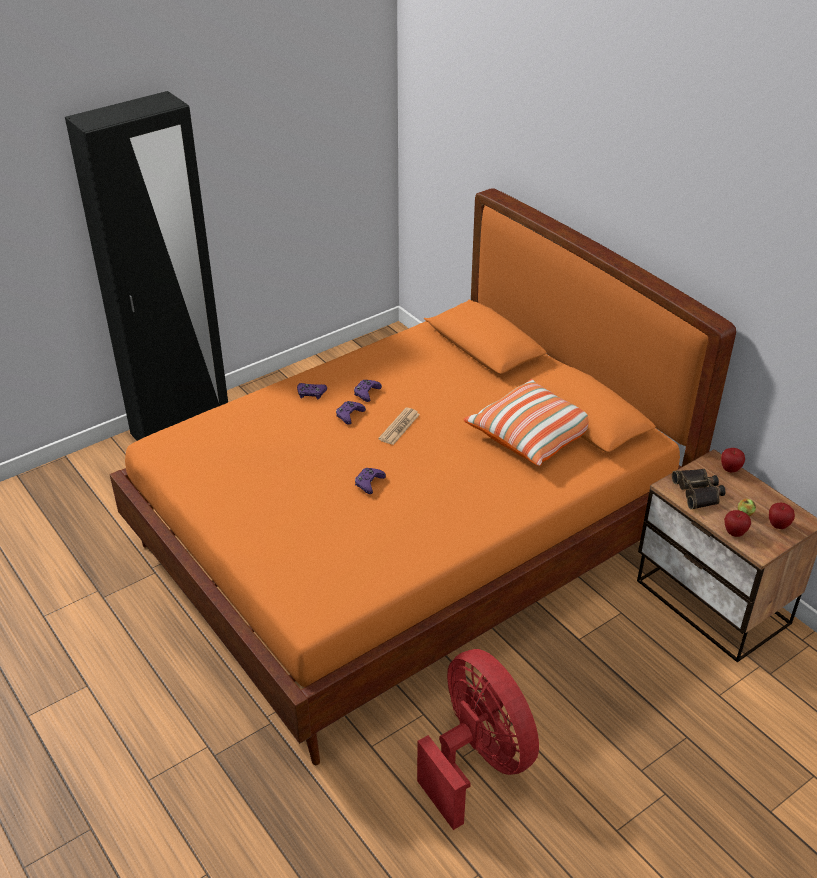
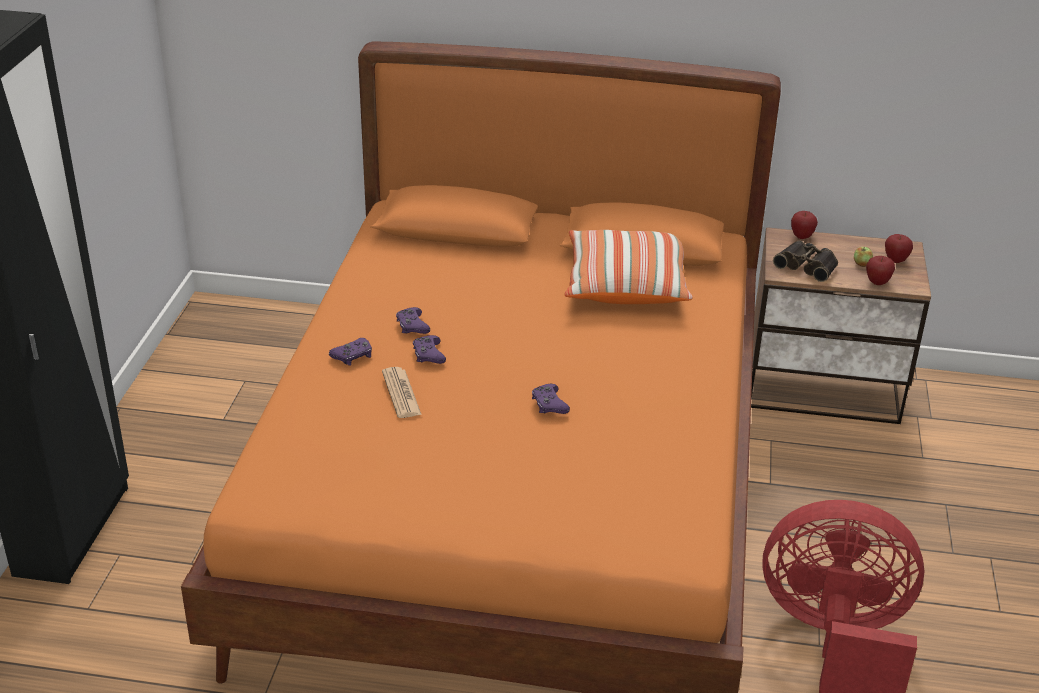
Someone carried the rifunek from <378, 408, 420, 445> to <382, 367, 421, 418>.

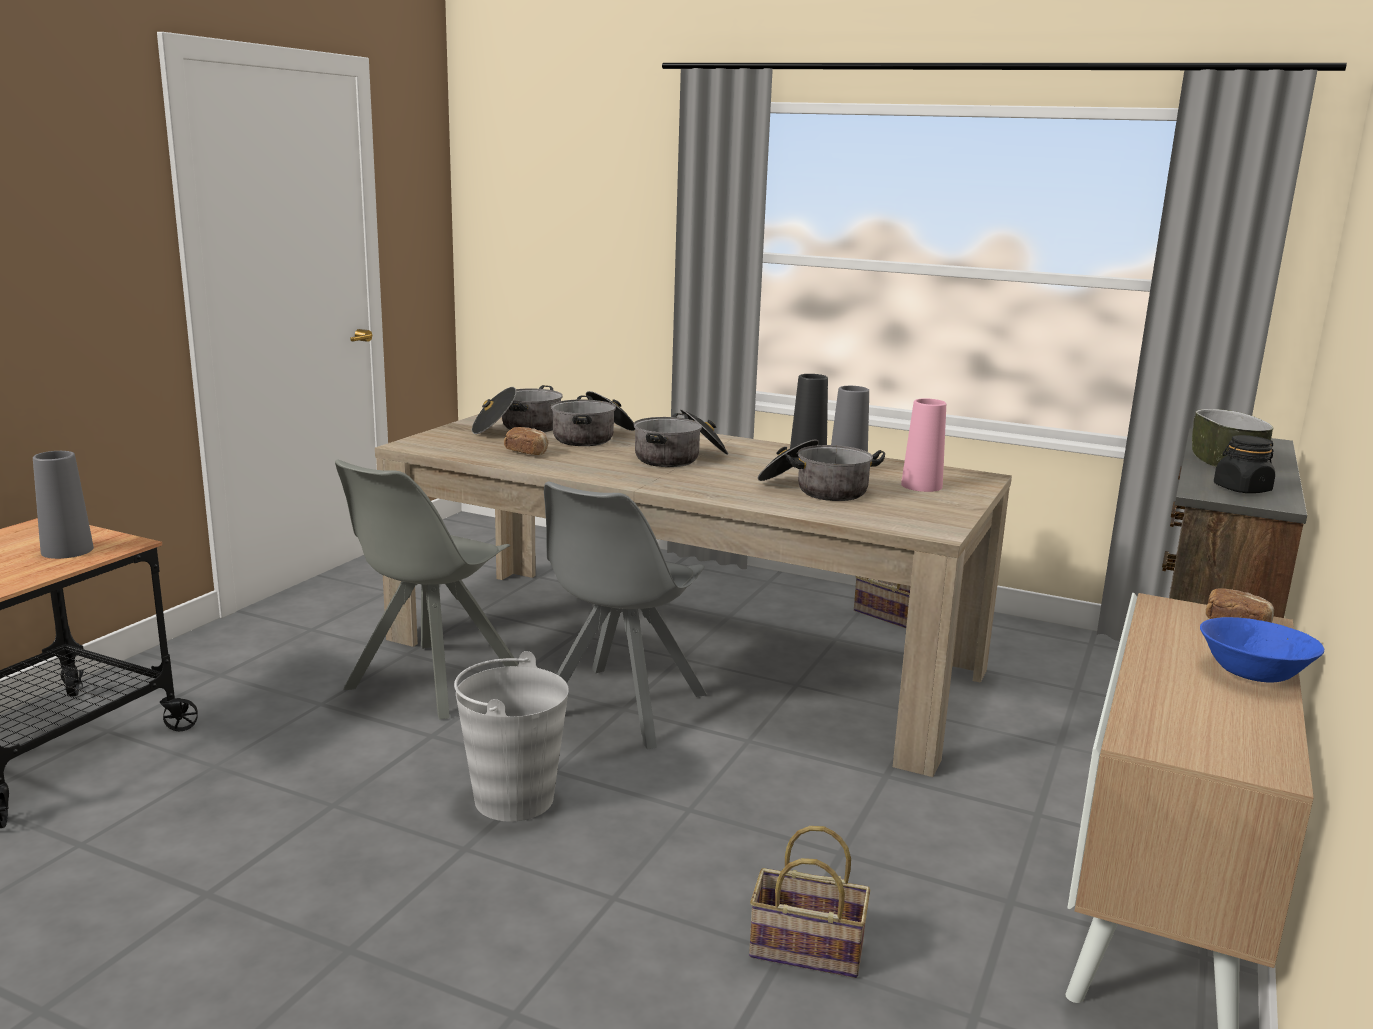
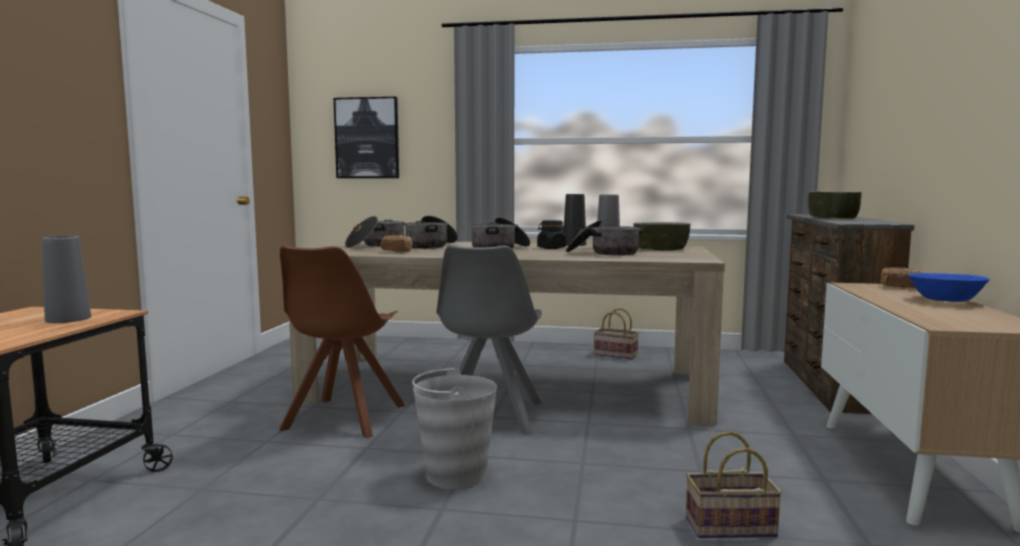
Someone swapped the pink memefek at <901, 398, 946, 492> for the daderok at <633, 222, 690, 251>.
Someone carried the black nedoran from <1214, 435, 1275, 493> to <537, 220, 566, 249>.
Someone repainted the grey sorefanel at <335, 459, 518, 720>, which became the brown sorefanel at <279, 245, 405, 438>.
Someone put up the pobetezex at <334, 97, 399, 178>.

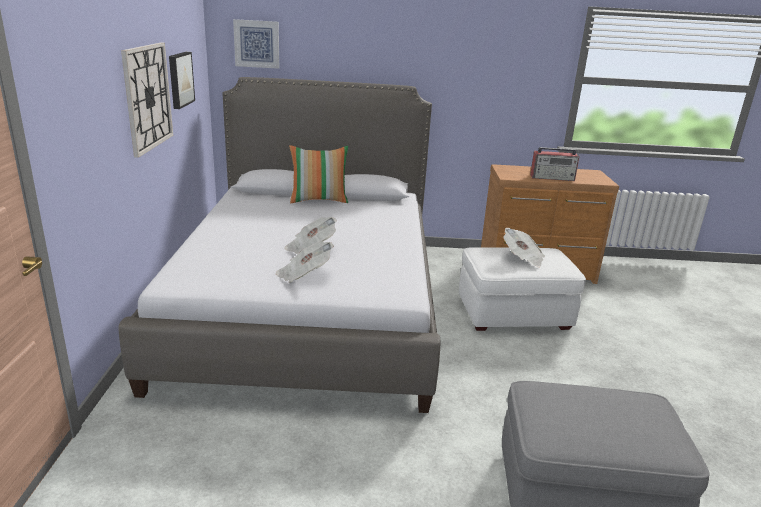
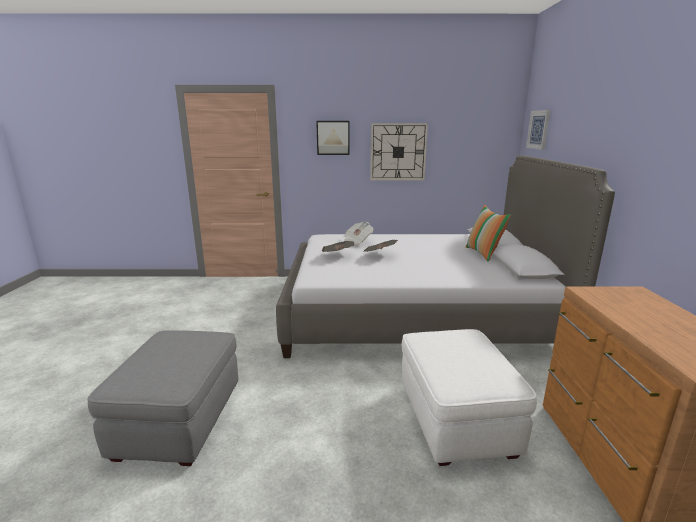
Someone carried the pobetezex from <169, 52, 195, 109> to <316, 121, 350, 155>.
Someone took away the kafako at <530, 147, 580, 181>.
Someone carried the rifunek from <503, 228, 545, 267> to <343, 222, 374, 245>.

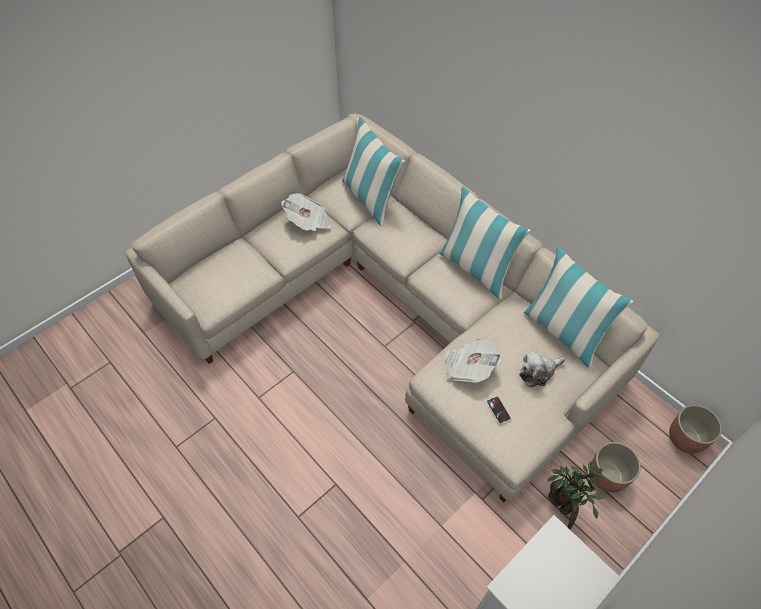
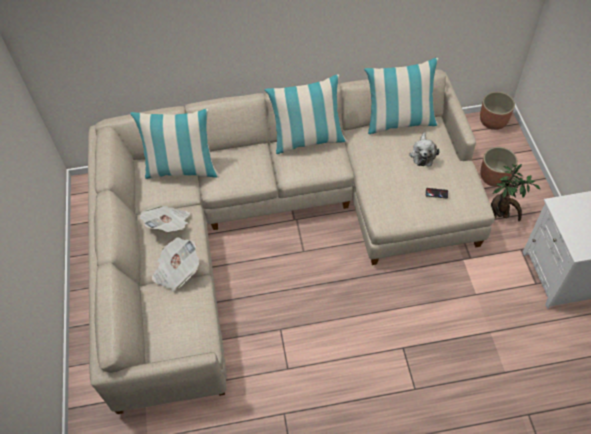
Someone carried the rifunek from <445, 339, 502, 383> to <152, 237, 199, 292>.

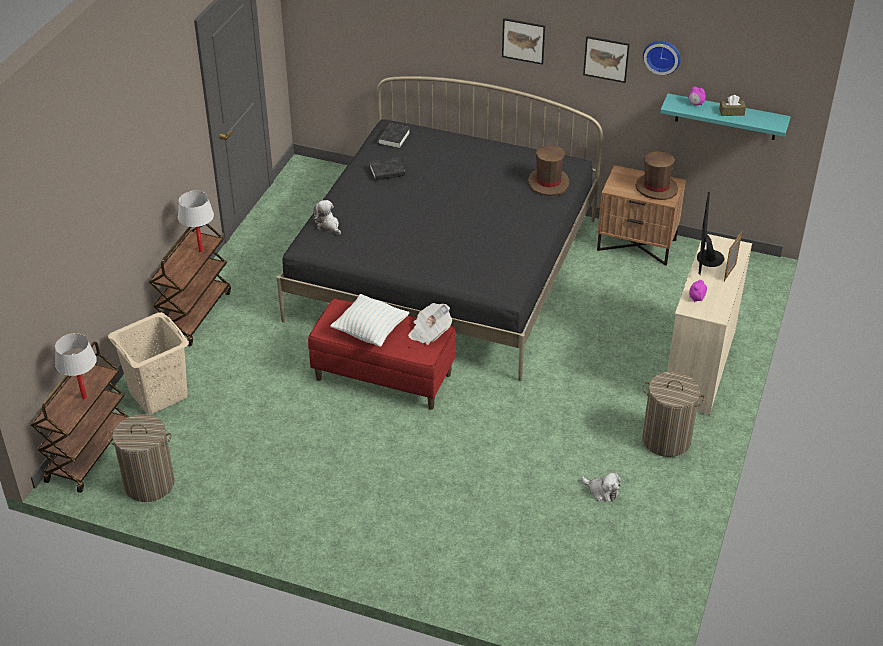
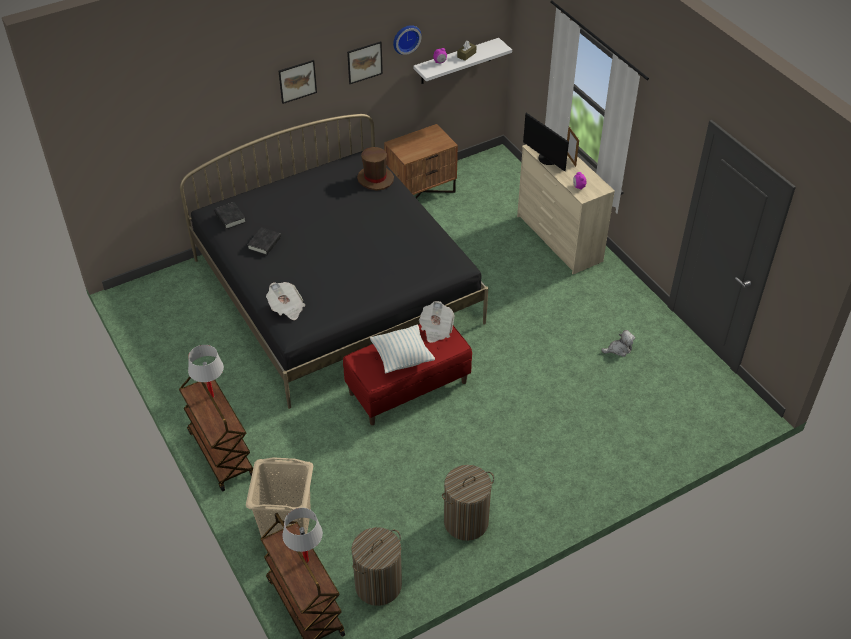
Someone repainted the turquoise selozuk at <660, 93, 791, 140>, which became the white selozuk at <413, 38, 512, 84>.
Someone took away the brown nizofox at <636, 151, 678, 200>.
Someone swapped the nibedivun at <313, 200, 341, 235> for the rifunek at <266, 282, 305, 320>.
Someone carried the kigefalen from <642, 372, 705, 457> to <442, 465, 494, 541>.

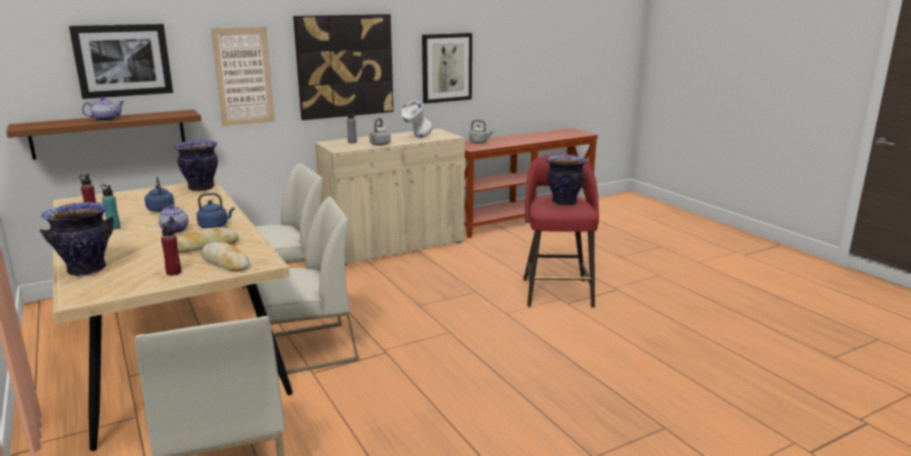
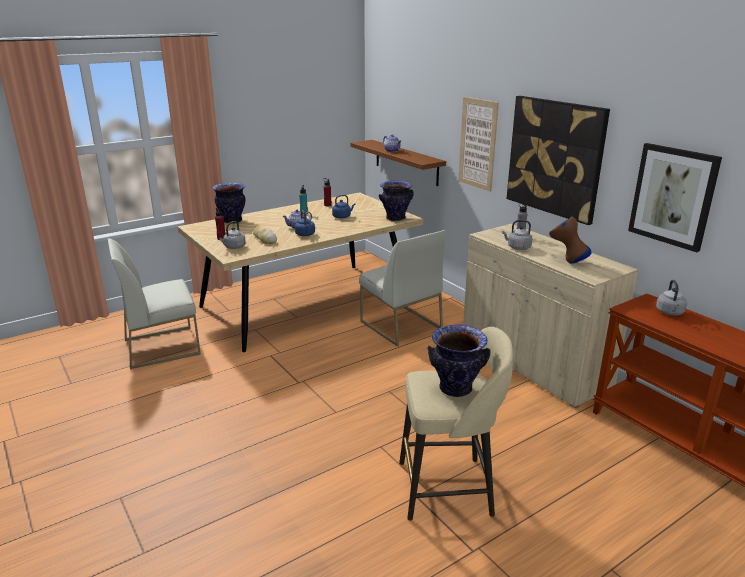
Someone took away the pobetezex at <69, 24, 173, 99>.
Someone repainted the white memefek at <401, 100, 432, 138>, which became the brown memefek at <549, 217, 592, 264>.
Someone repainted the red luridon at <523, 154, 599, 308>, which became the beige luridon at <399, 327, 513, 521>.
Someone took away the white sorefanel at <256, 196, 359, 376>.
Someone swapped the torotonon at <201, 241, 250, 272> for the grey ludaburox at <219, 221, 246, 249>.

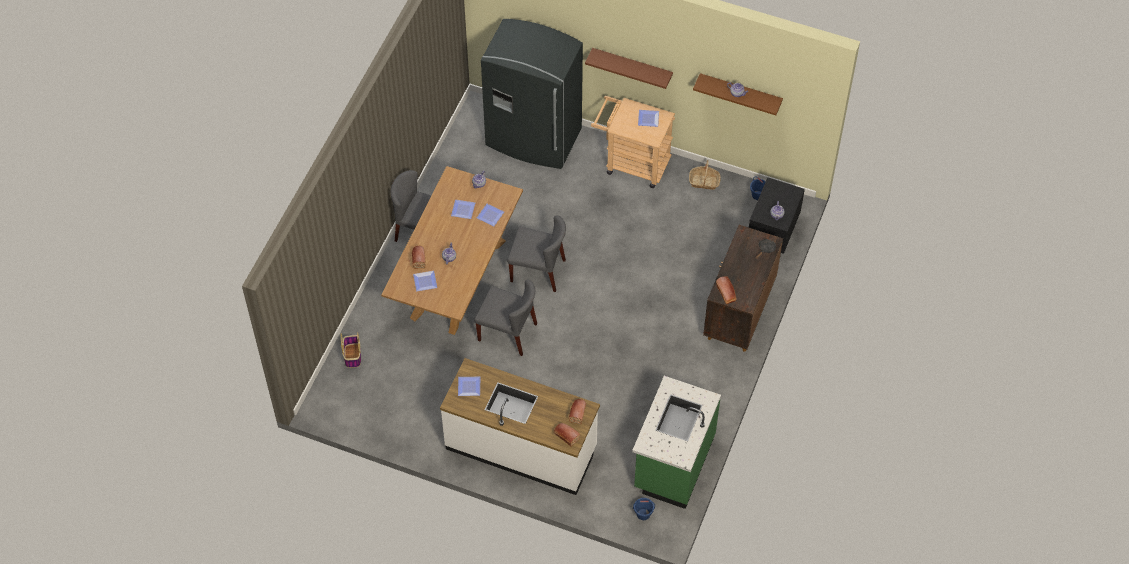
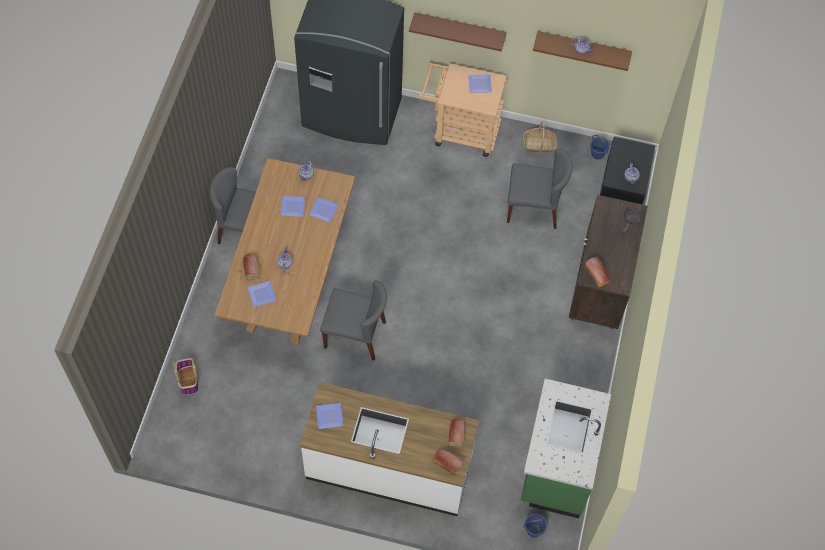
Someone carried the grey sorefanel from <507, 215, 566, 292> to <507, 149, 573, 229>.

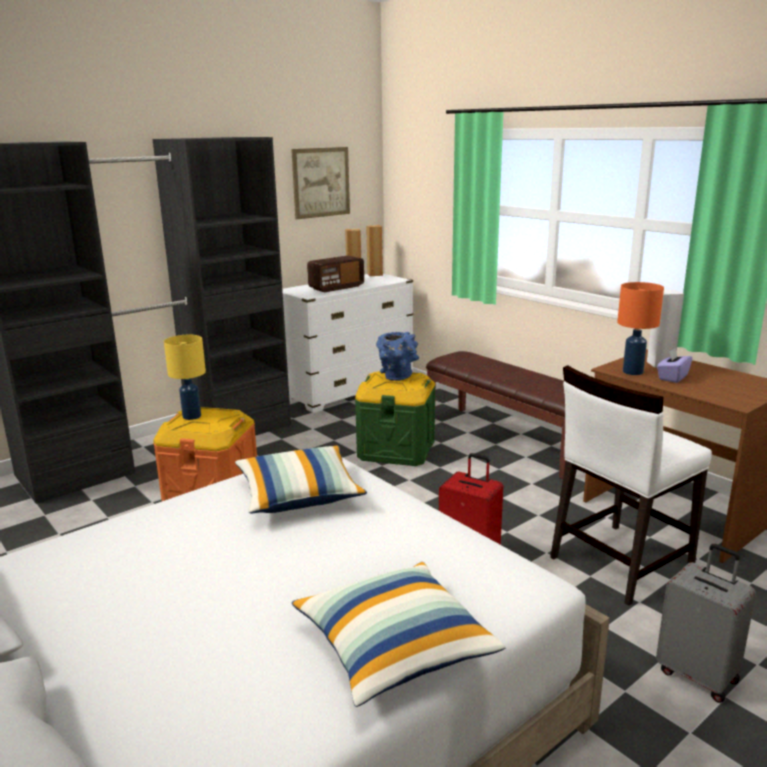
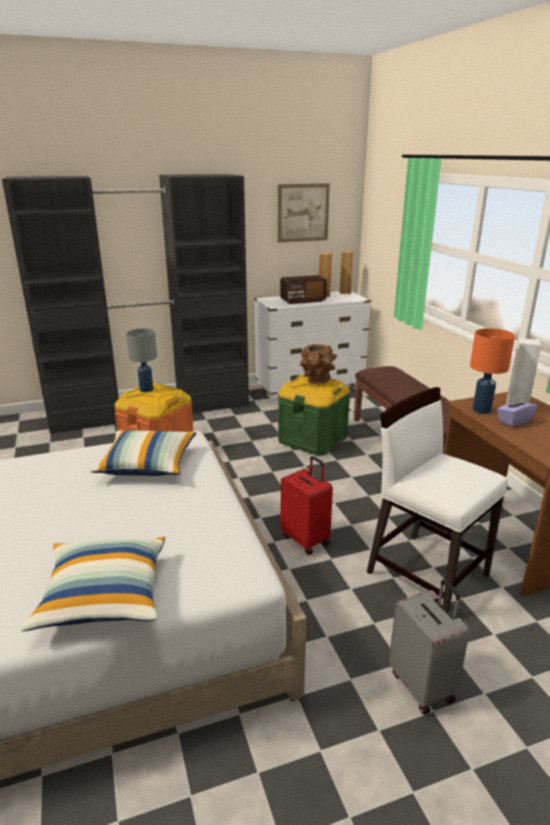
Someone repainted the blue memefek at <377, 332, 419, 381>, which became the brown memefek at <300, 344, 337, 385>.
Someone repainted the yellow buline at <164, 335, 206, 420>, which became the grey buline at <126, 329, 157, 392>.
Someone rotated the white sorefanel at <550, 365, 712, 606> by 60 degrees clockwise.

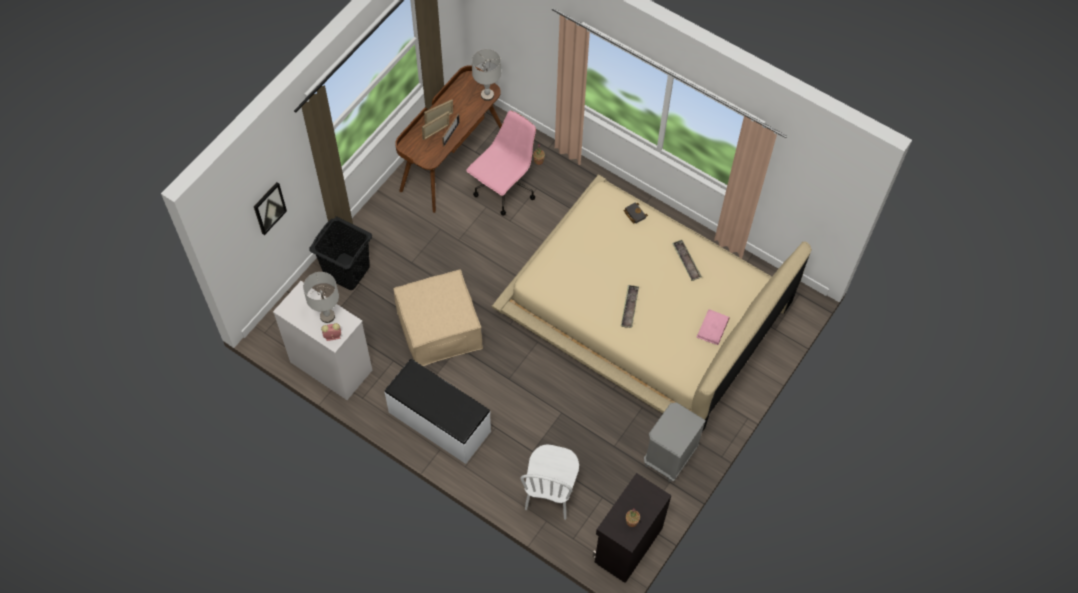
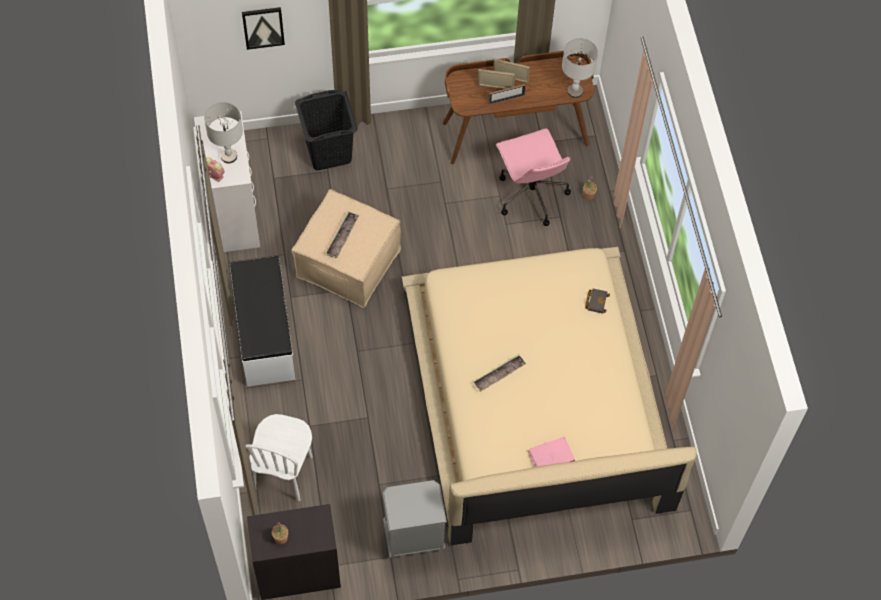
Someone rotated the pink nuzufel at <466, 111, 536, 216> by 75 degrees clockwise.
Someone carried the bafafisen from <672, 240, 702, 281> to <325, 212, 359, 258>.
Someone rotated the white sorefanel at <520, 444, 579, 520> by 45 degrees counterclockwise.

